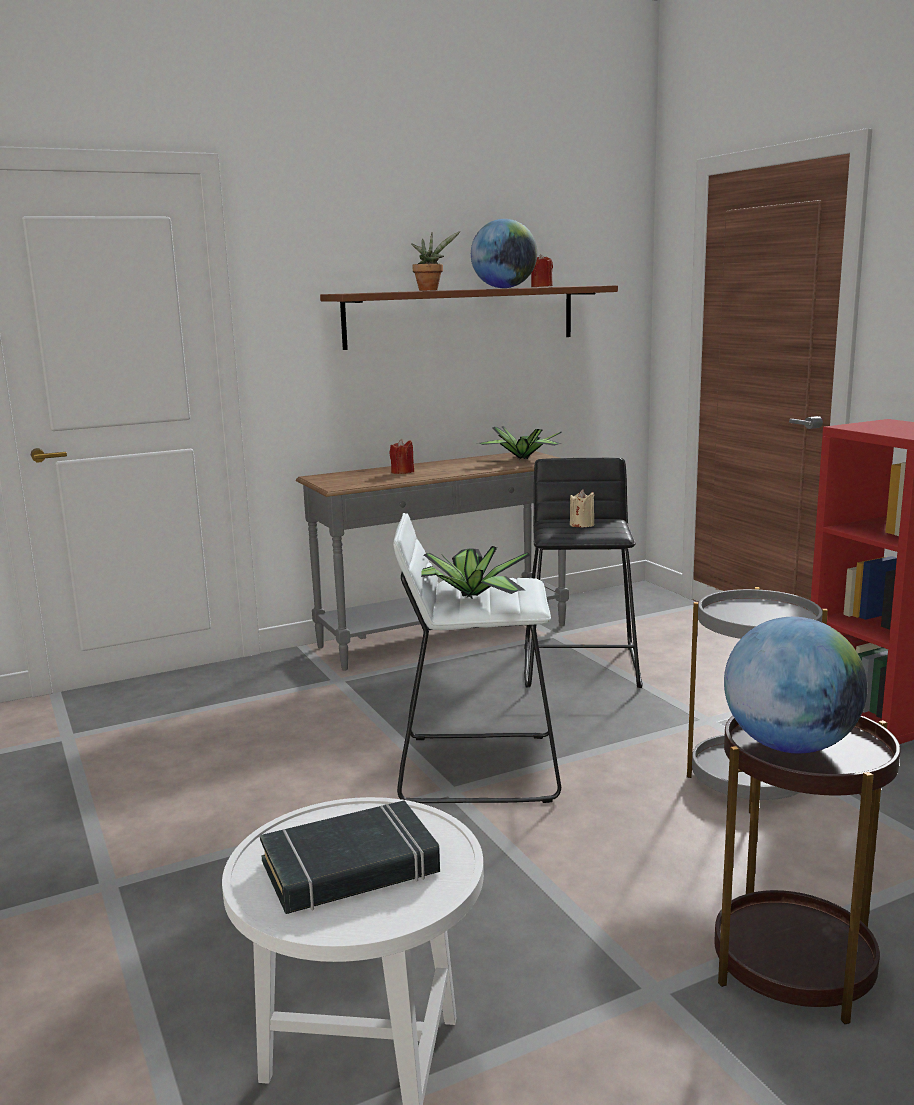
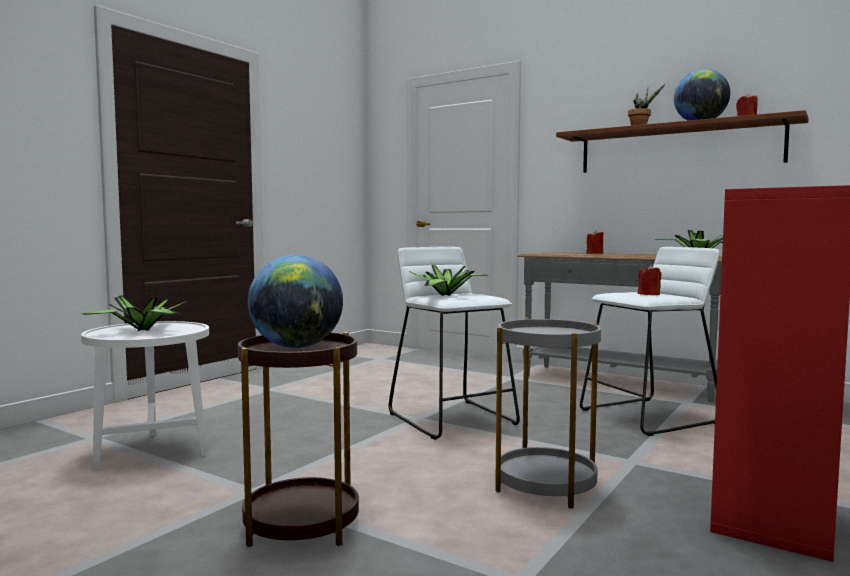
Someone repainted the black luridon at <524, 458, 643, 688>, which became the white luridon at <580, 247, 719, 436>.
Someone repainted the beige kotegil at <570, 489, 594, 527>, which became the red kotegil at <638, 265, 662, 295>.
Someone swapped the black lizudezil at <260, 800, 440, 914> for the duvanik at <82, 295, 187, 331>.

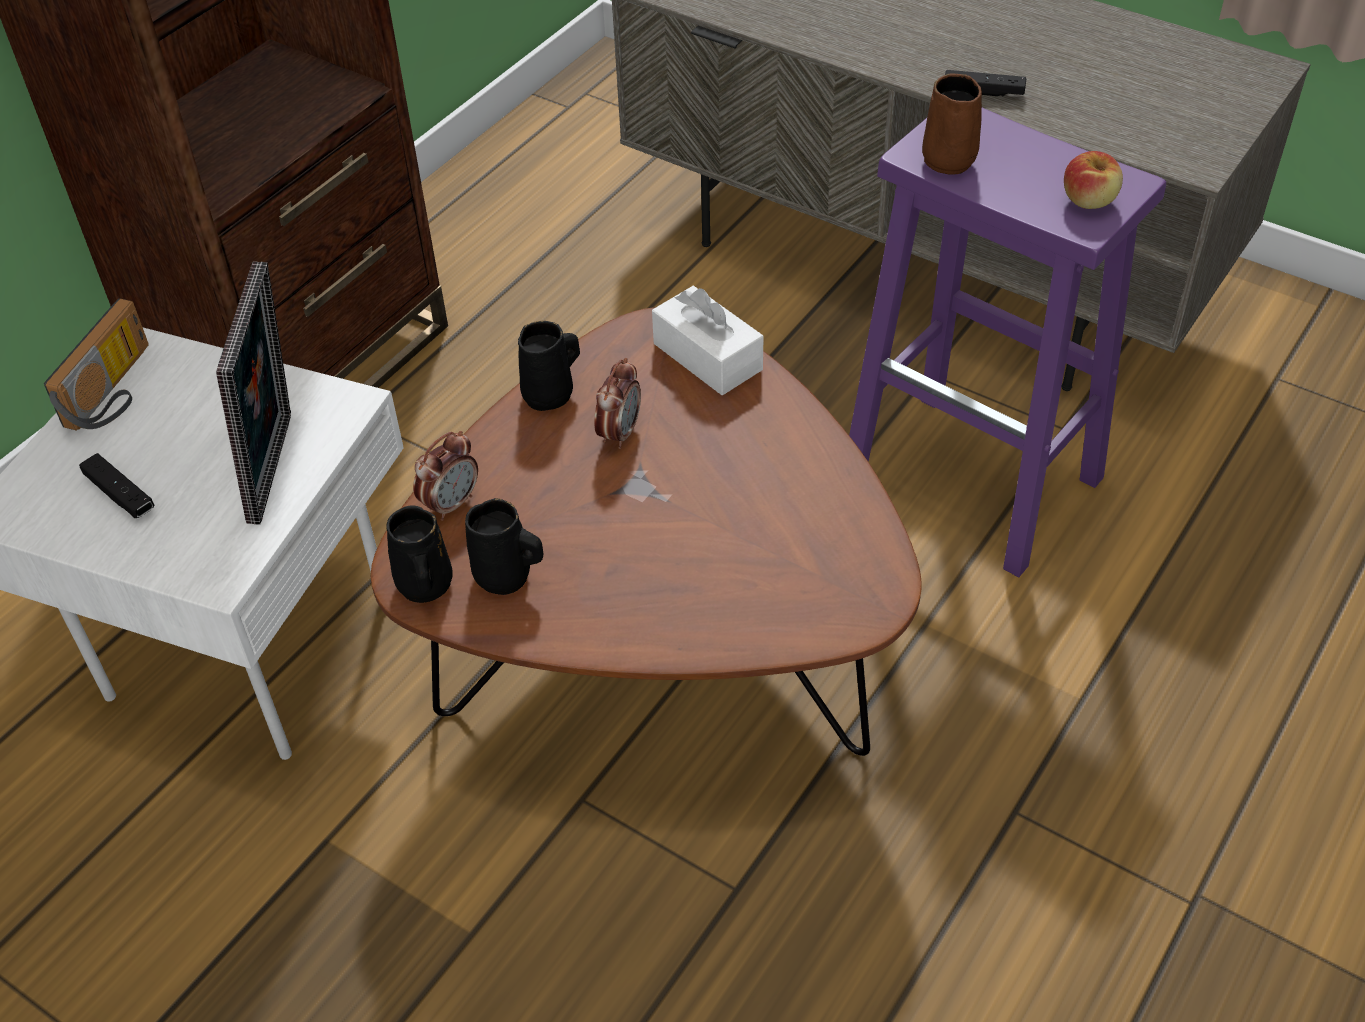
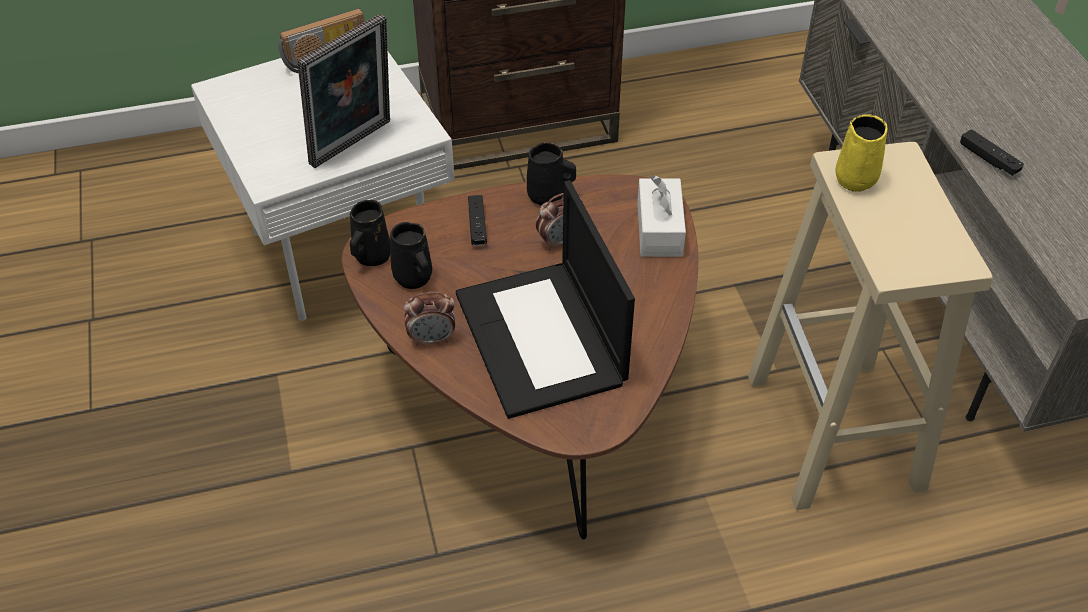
Someone repainted the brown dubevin at <922, 74, 982, 175>, which became the yellow dubevin at <835, 115, 888, 192>.
Someone repainted the purple luridon at <849, 108, 1166, 577>, which became the beige luridon at <748, 142, 993, 510>.
Someone took away the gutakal at <1064, 151, 1123, 209>.
Someone carried the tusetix from <413, 431, 478, 521> to <404, 292, 455, 346>.
Someone carried the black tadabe from <79, 453, 155, 518> to <468, 195, 487, 246>.
Someone put down the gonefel at <456, 180, 635, 419>.

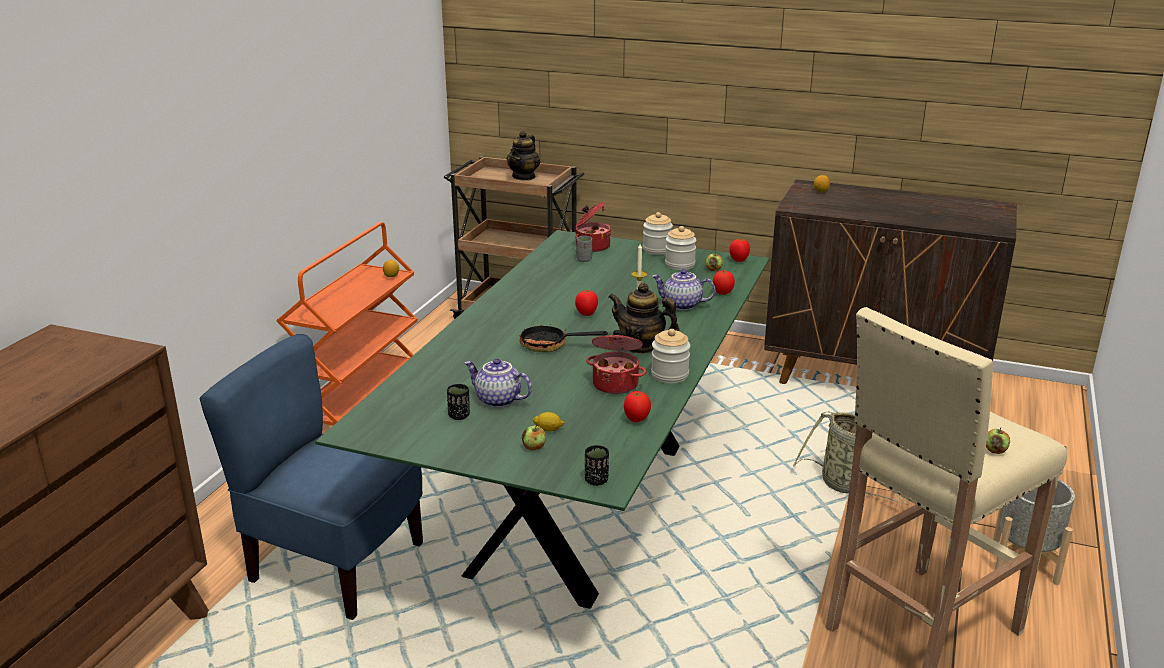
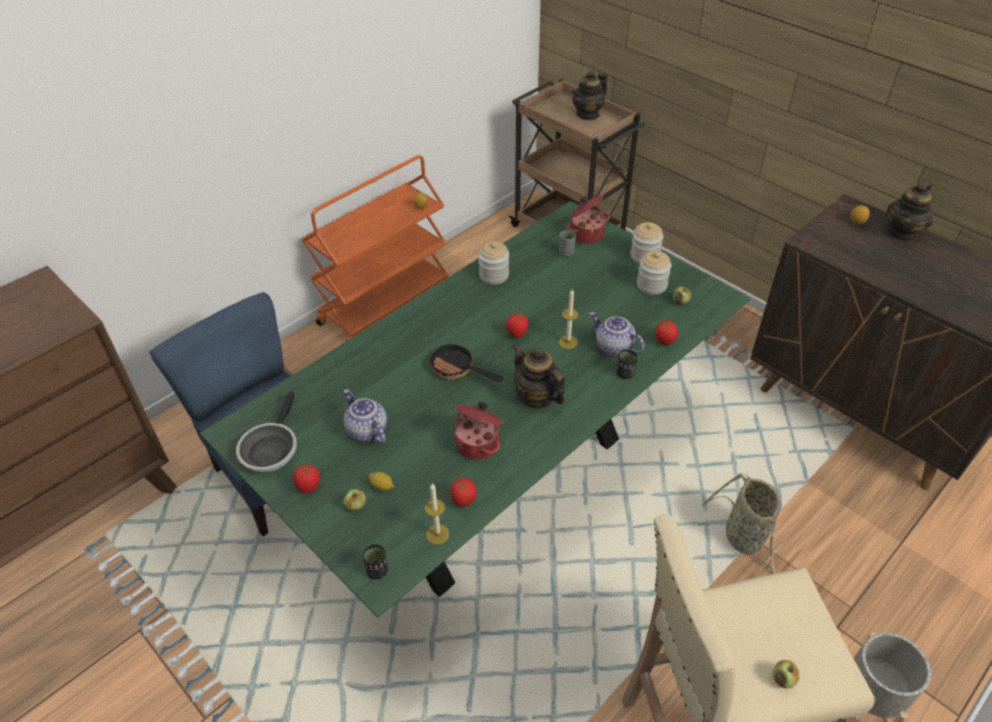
Someone carried the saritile from <729, 239, 750, 262> to <293, 465, 320, 493>.
Someone carried the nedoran from <651, 329, 690, 384> to <478, 241, 509, 285>.
Someone carried the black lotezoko from <447, 384, 470, 420> to <616, 349, 637, 379>.
Someone put down the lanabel at <887, 181, 933, 242>.
Someone put down the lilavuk at <236, 391, 297, 473>.
Someone put down the kotegil at <425, 483, 449, 545>.

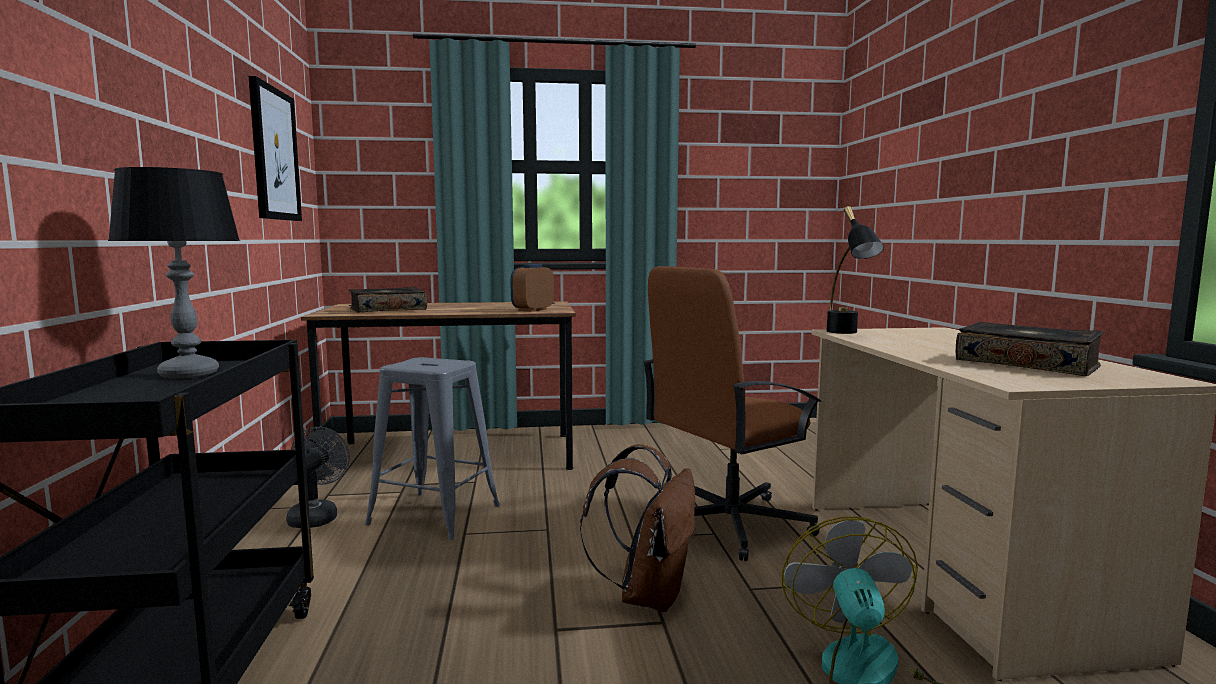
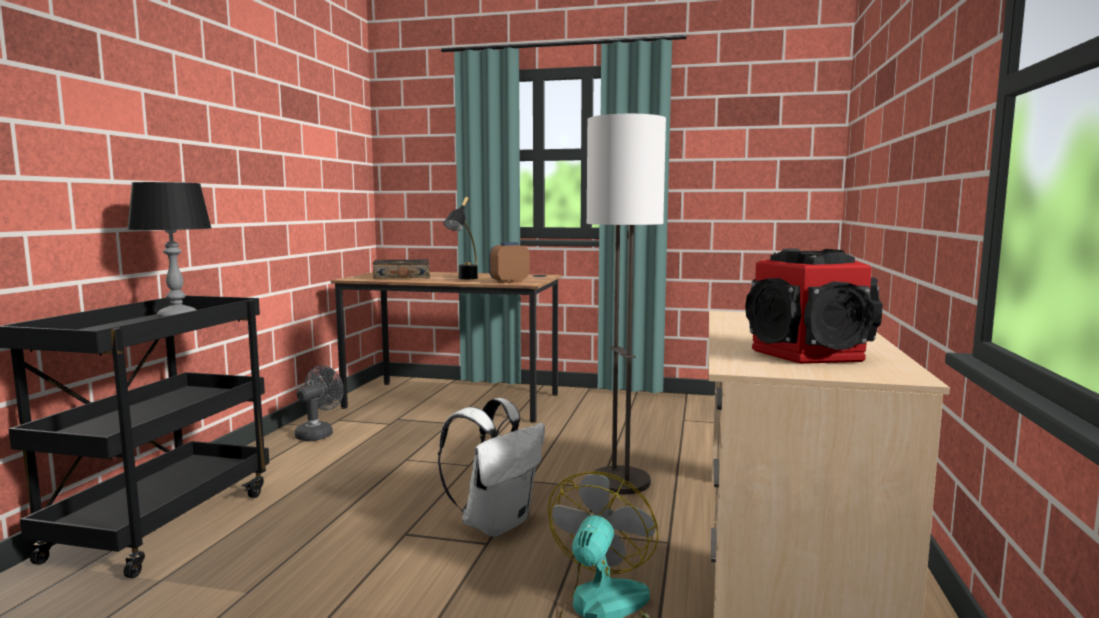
Someone took away the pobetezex at <249, 76, 302, 221>.
Someone carried the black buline from <826, 206, 884, 334> to <443, 197, 478, 279>.
Someone swapped the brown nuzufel at <643, 266, 822, 561> for the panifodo at <587, 114, 666, 494>.
Someone swapped the lizudezil at <956, 322, 1104, 376> for the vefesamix at <745, 248, 882, 364>.
Someone took away the grey luridon at <365, 357, 500, 540>.
Someone repainted the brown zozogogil at <580, 444, 696, 612>, which became the white zozogogil at <438, 398, 545, 537>.

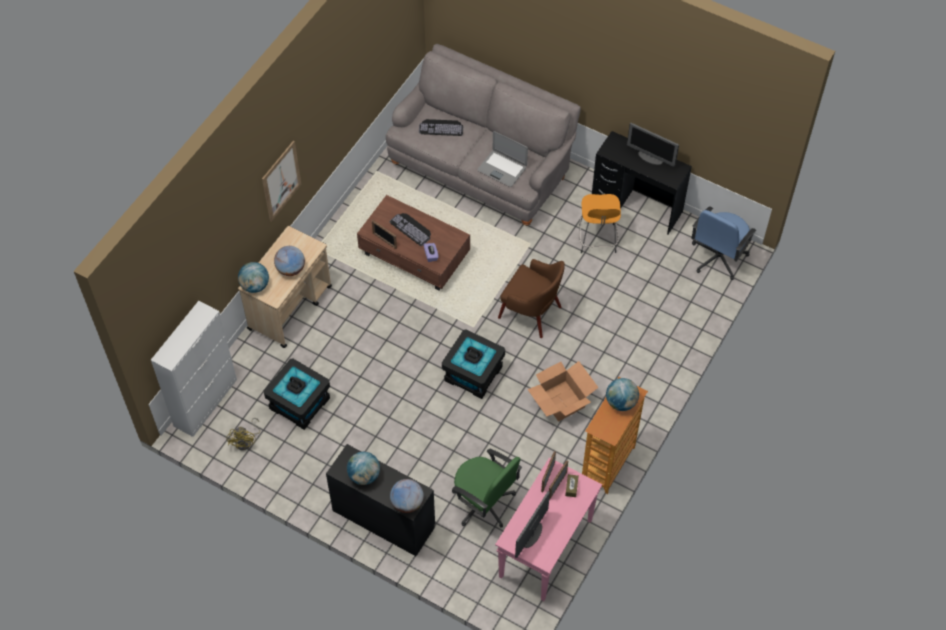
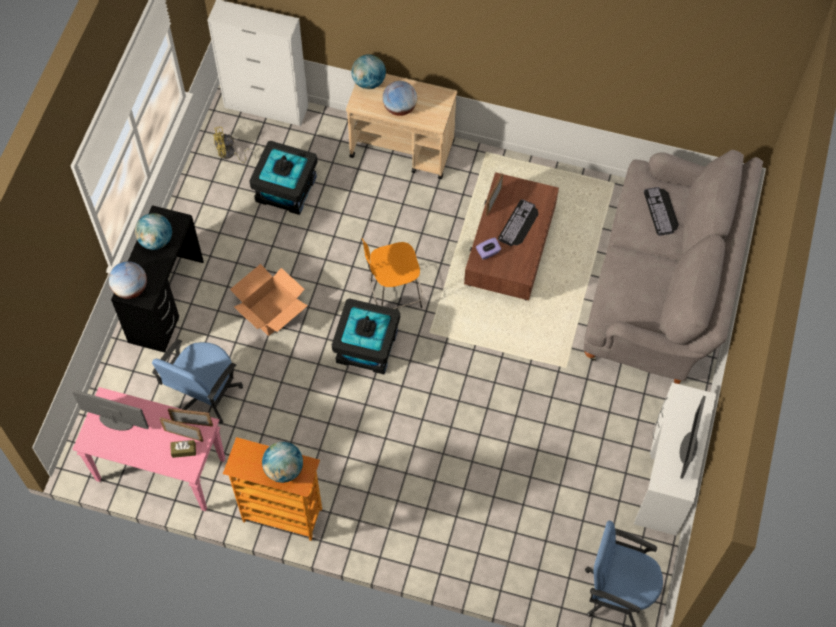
Someone took away the gonefel at <477, 131, 528, 187>.
Someone repainted the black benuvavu at <592, 131, 692, 234>, which became the white benuvavu at <634, 383, 716, 536>.
Someone took away the pobetezex at <262, 141, 302, 222>.
Someone carried the orange luridon from <579, 194, 621, 253> to <362, 238, 423, 309>.
Someone took away the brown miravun at <498, 259, 565, 338>.
Someone carried the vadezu from <527, 361, 599, 421> to <230, 264, 308, 336>.
Someone repainted the green nuzufel at <452, 449, 522, 528>, which became the blue nuzufel at <152, 339, 243, 424>.

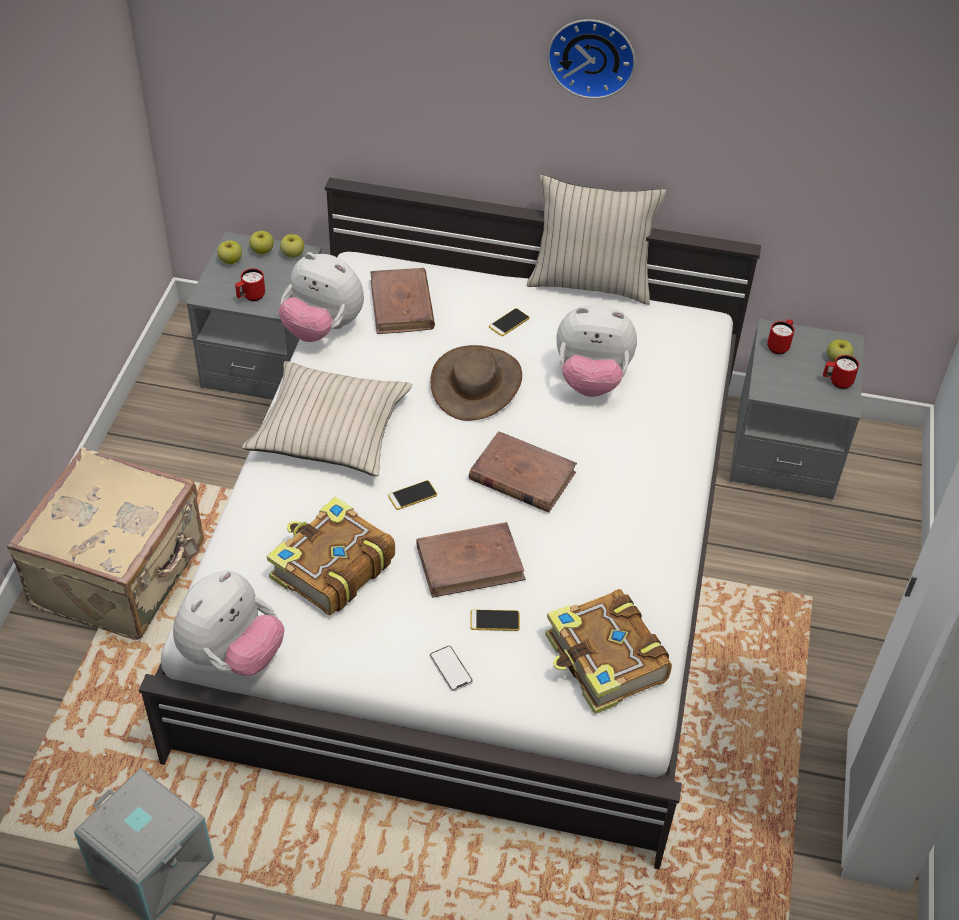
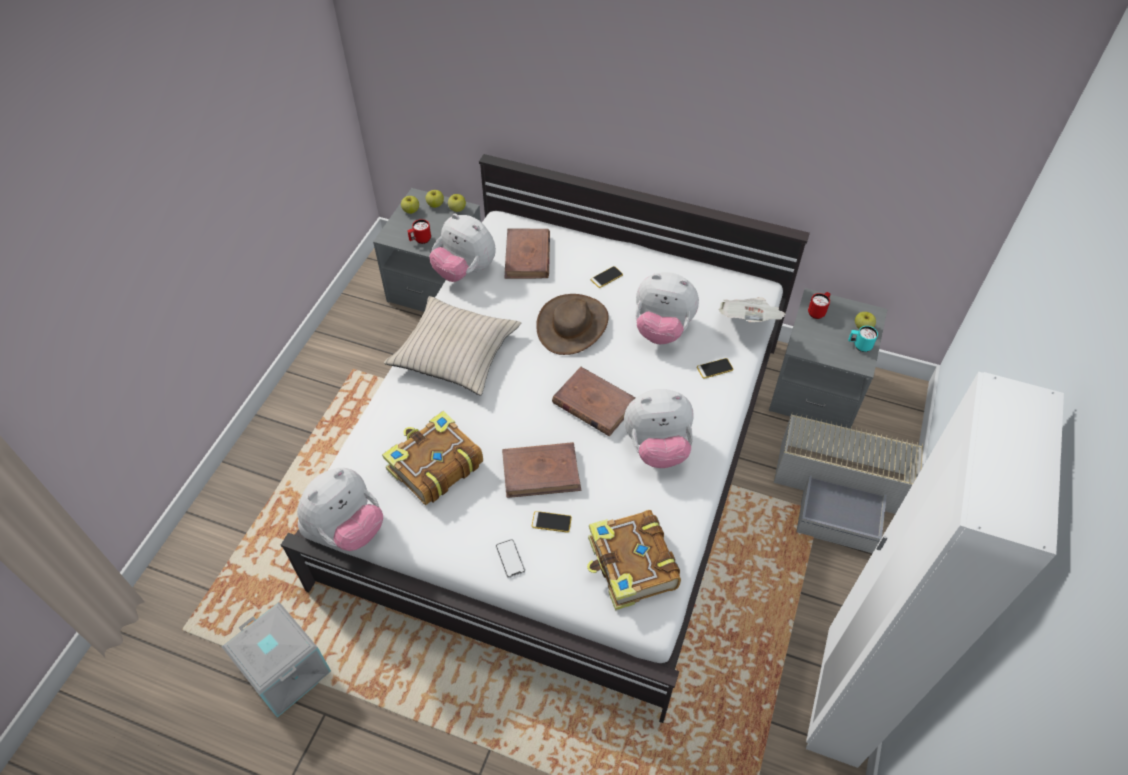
Someone took away the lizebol at <547, 19, 636, 99>.
Someone took away the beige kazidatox at <527, 175, 666, 305>.
Someone repainted the red dubevin at <823, 355, 859, 389>, which became the turquoise dubevin at <848, 326, 878, 352>.
Someone took away the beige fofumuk at <7, 447, 204, 640>.
Someone carried the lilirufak from <388, 480, 437, 510> to <697, 358, 734, 379>.
Someone put down the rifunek at <719, 297, 786, 322>.
Someone put down the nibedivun at <624, 389, 694, 468>.
Someone put down the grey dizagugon at <774, 414, 923, 553>.

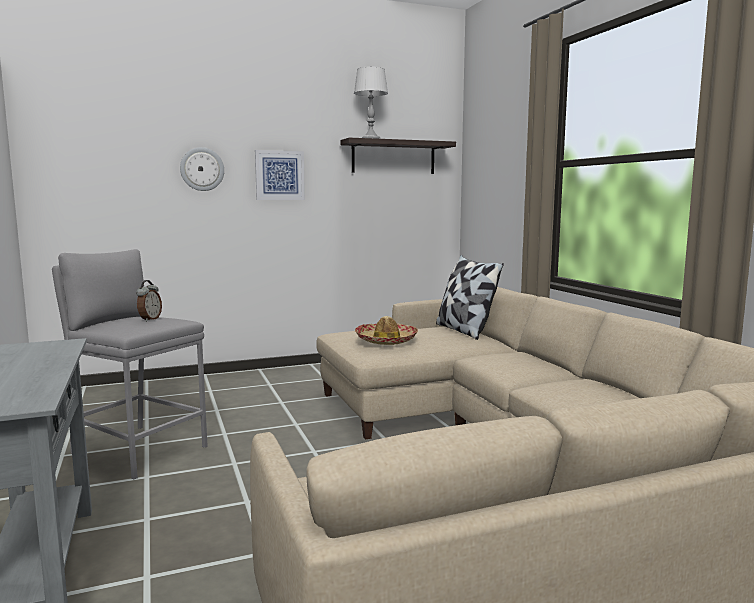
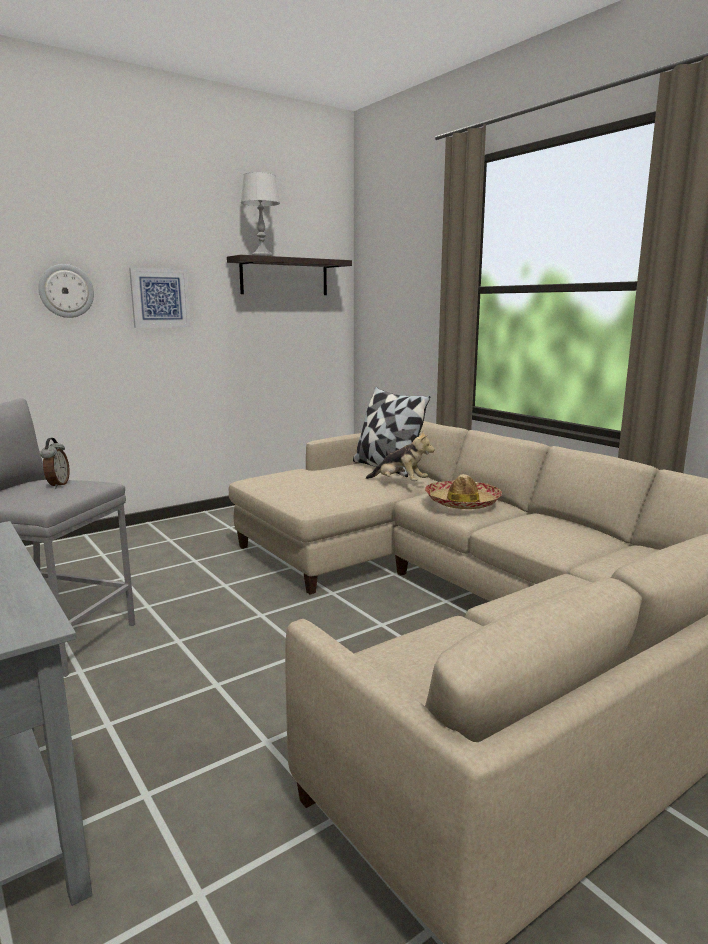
Someone carried the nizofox from <355, 316, 418, 345> to <425, 474, 502, 509>.
Someone put down the nibedivun at <366, 431, 435, 481>.

